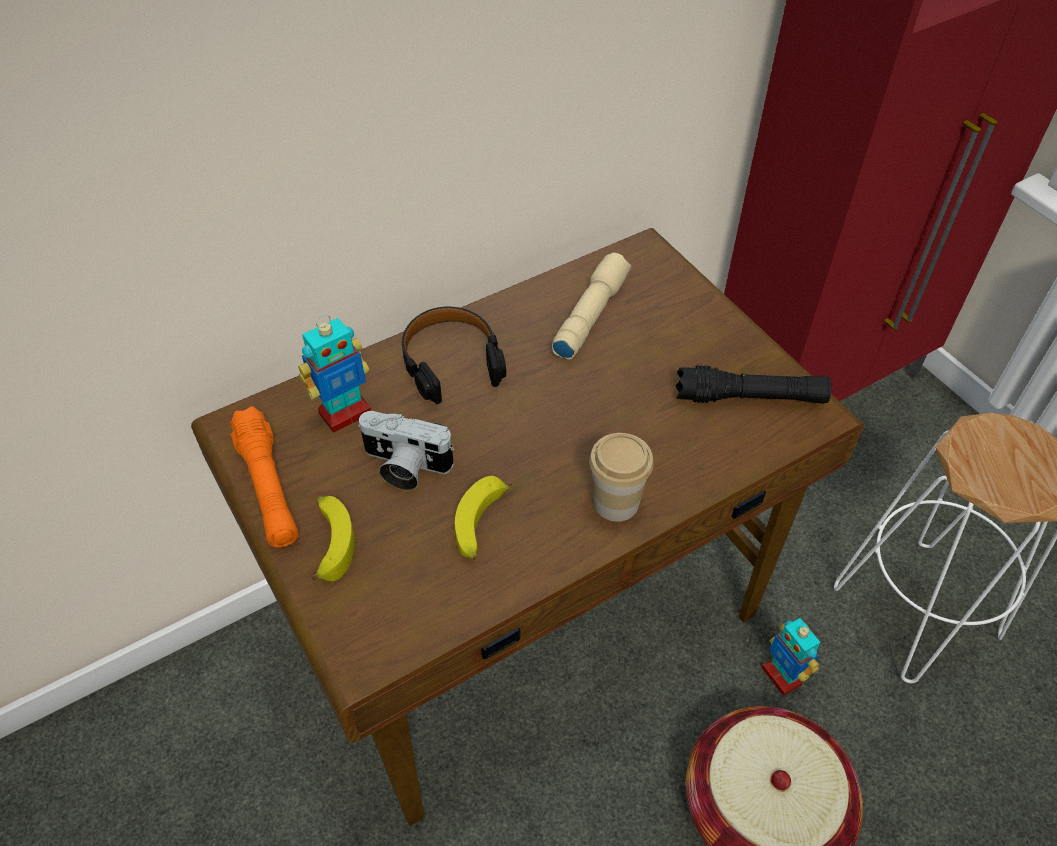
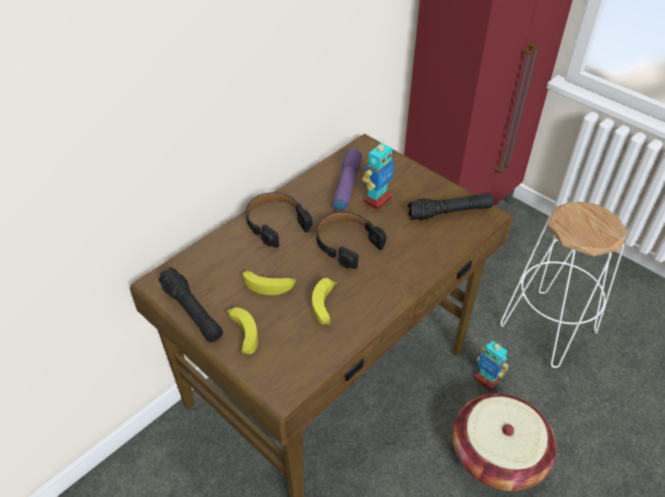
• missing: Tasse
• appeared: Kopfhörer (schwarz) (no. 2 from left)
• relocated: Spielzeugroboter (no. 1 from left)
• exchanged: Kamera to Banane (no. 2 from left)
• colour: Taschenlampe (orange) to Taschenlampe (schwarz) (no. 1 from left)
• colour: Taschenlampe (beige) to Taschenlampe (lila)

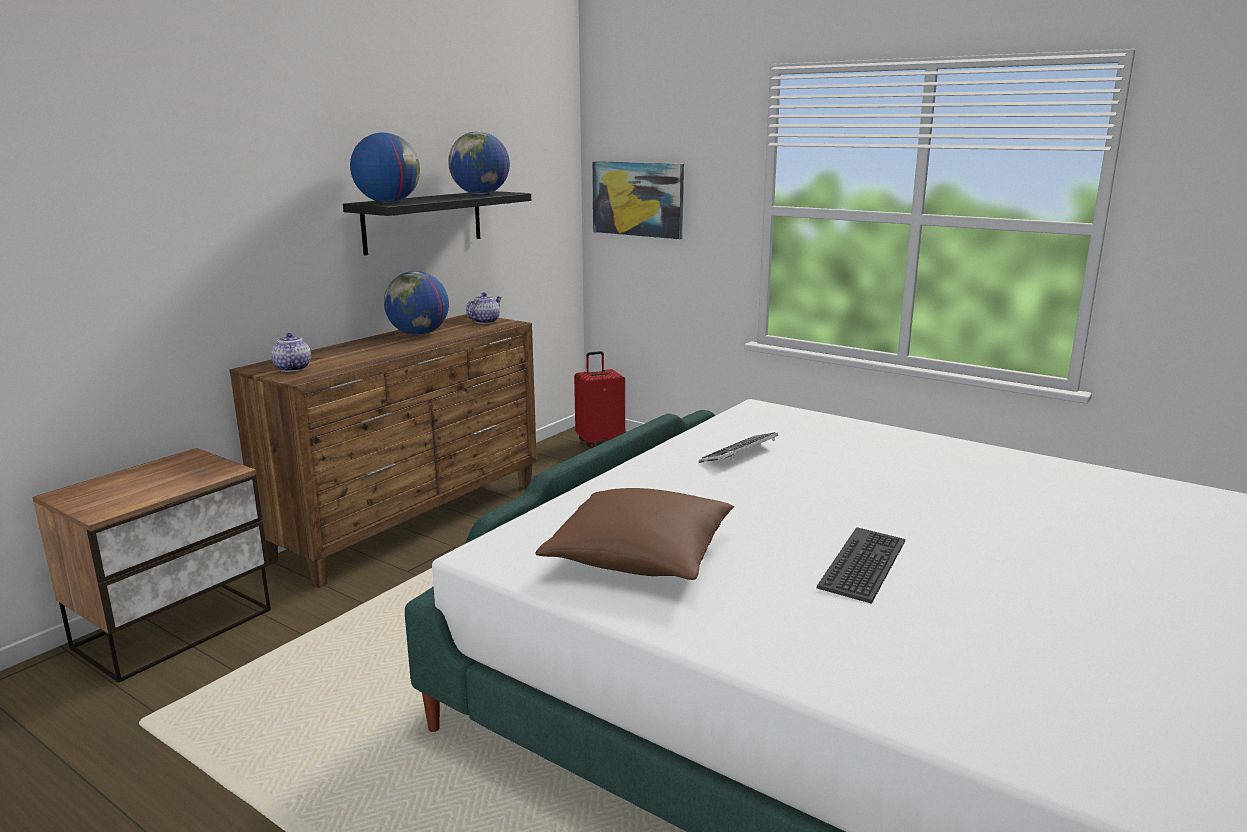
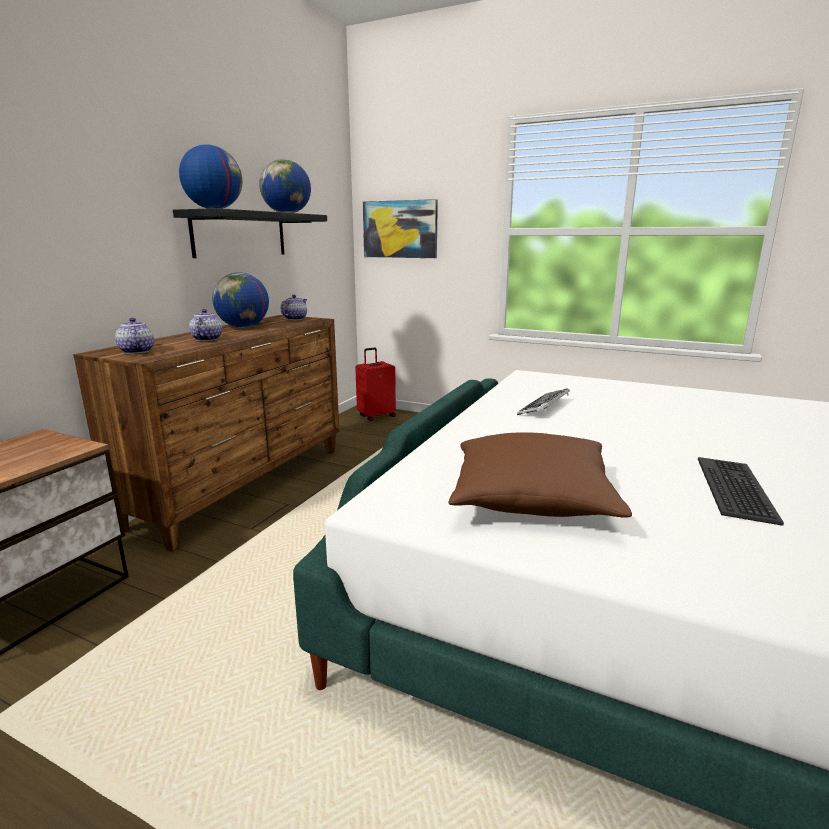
• appeared: Teekanne (no. 2 from left)

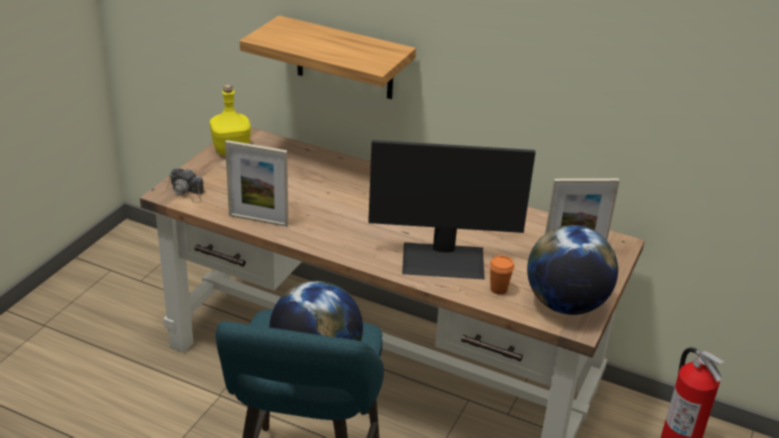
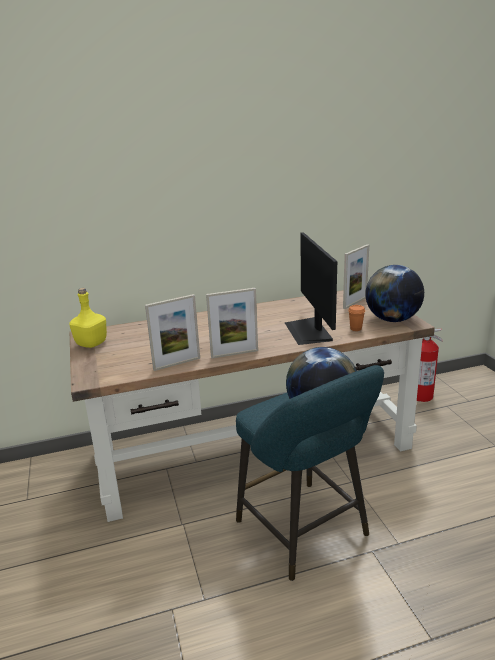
• missing: Kamera
• missing: Wandregal
• appeared: Bilderrahmen (no. 2 from left)
• spun: Monitor 120 degrees clockwise

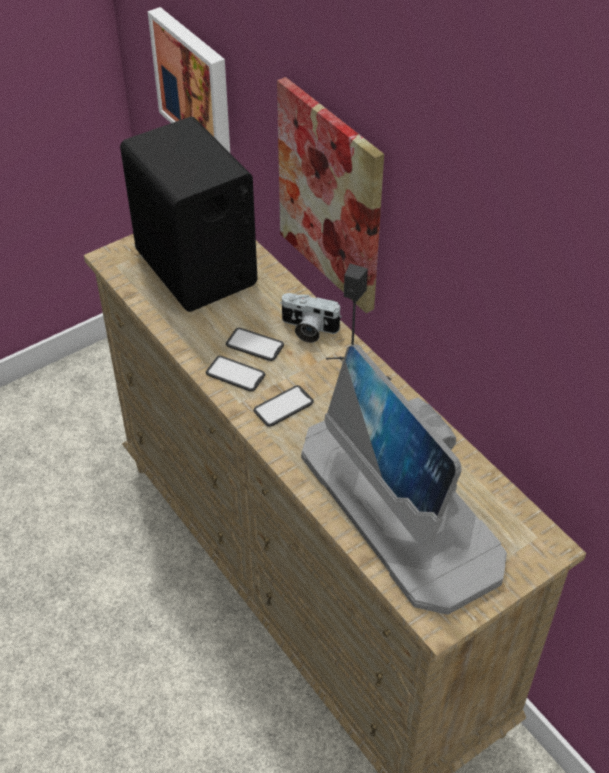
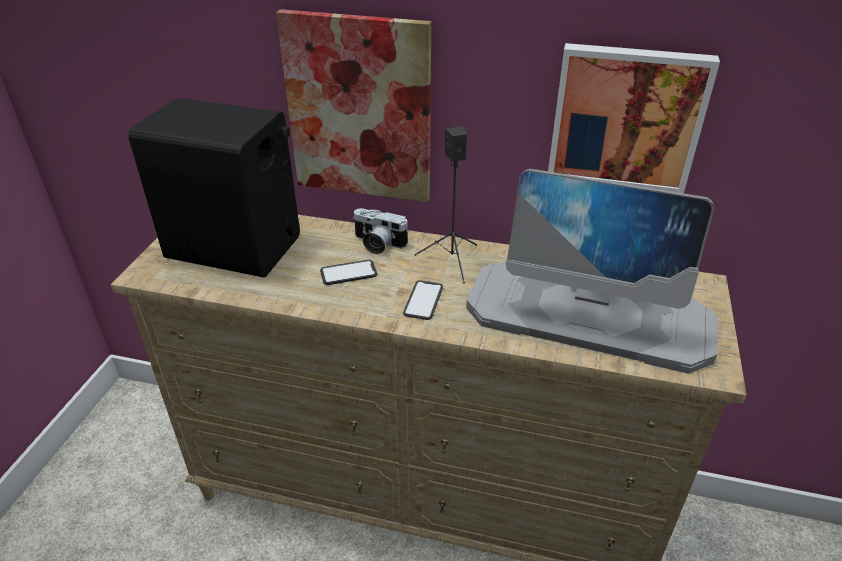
• missing: Handy (no. 1 from left)
• relocated: Bild (no. 1 from left in the first image) to Bild (no. 2 from left)
• spun: Kamera 45 degrees clockwise

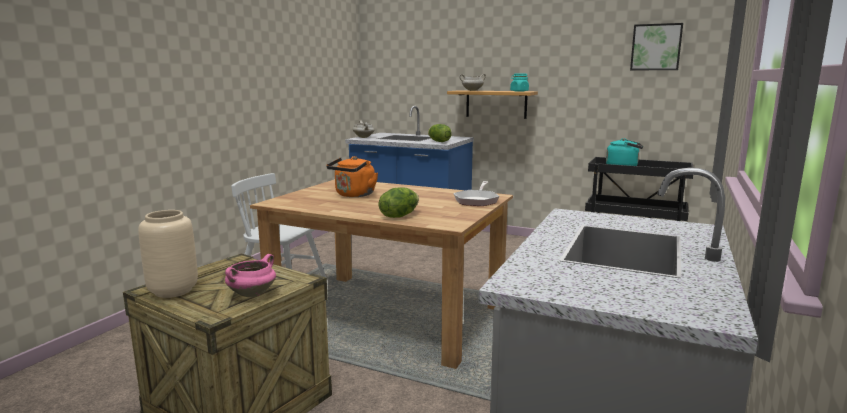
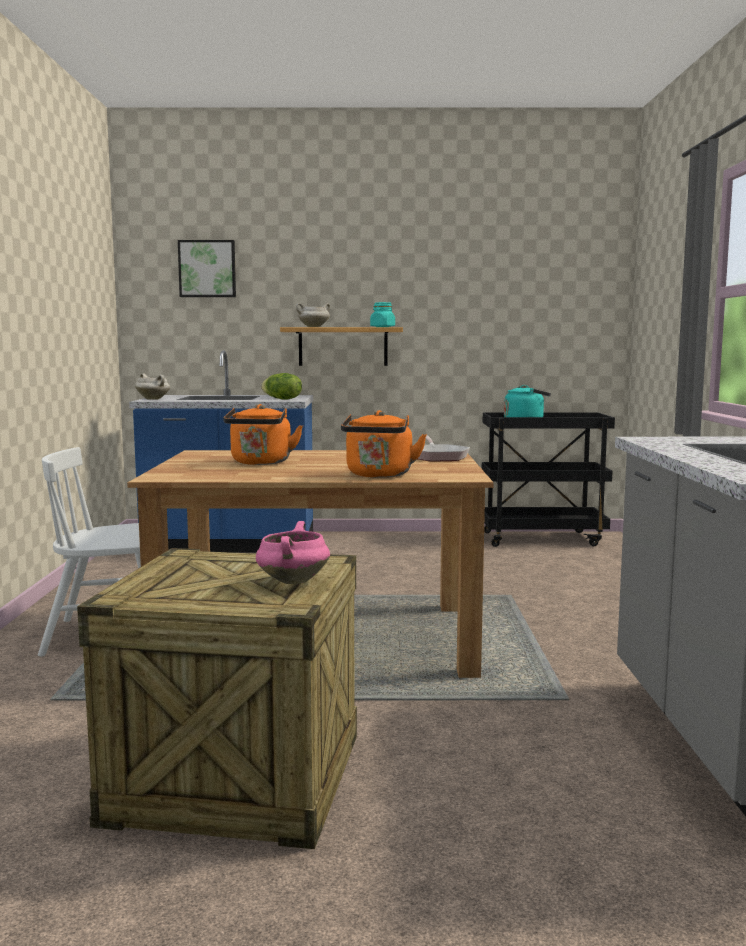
• missing: Vase (beige)
• relocated: Bild
• exchanged: Salatkopf (no. 1 from left) to Wasserkessel (orange) (no. 2 from left)

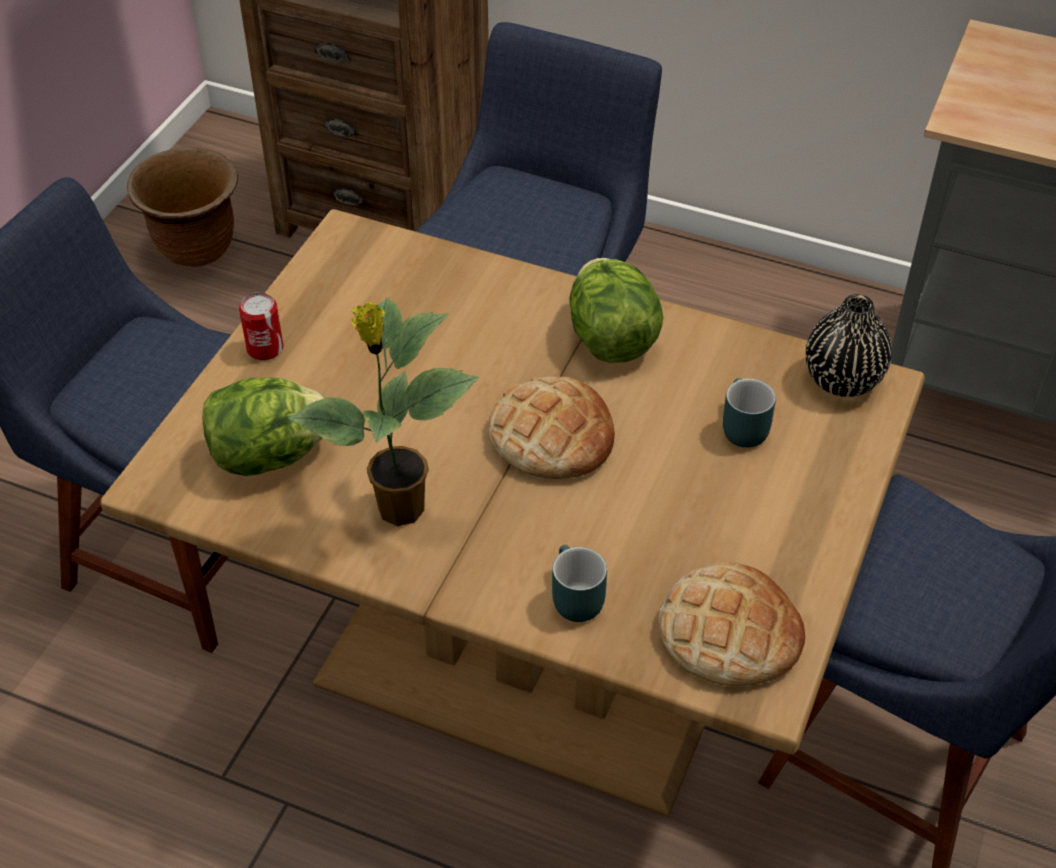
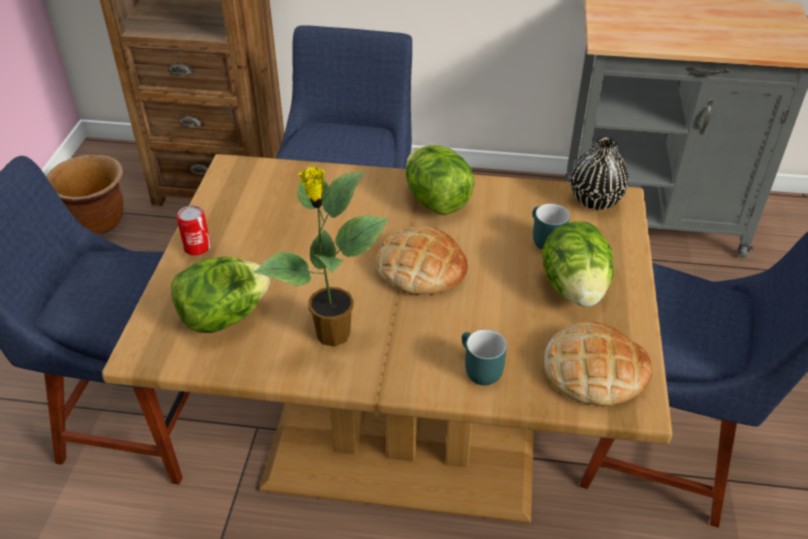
• appeared: Salatkopf (no. 3 from left)

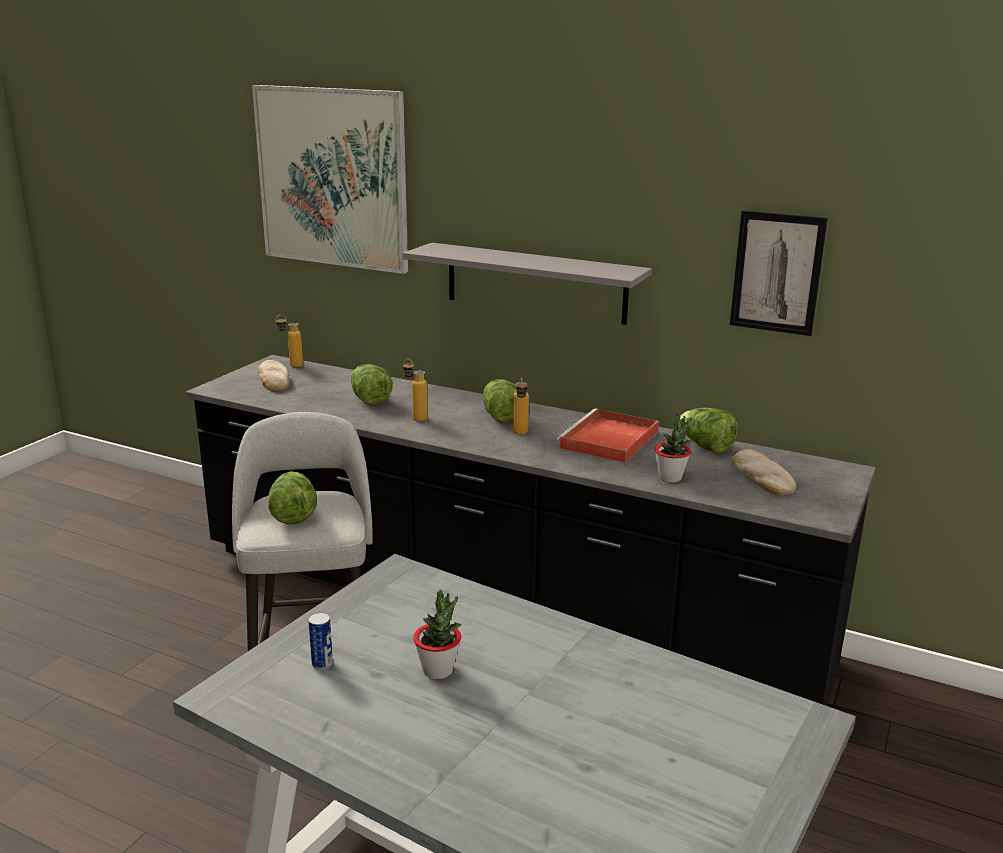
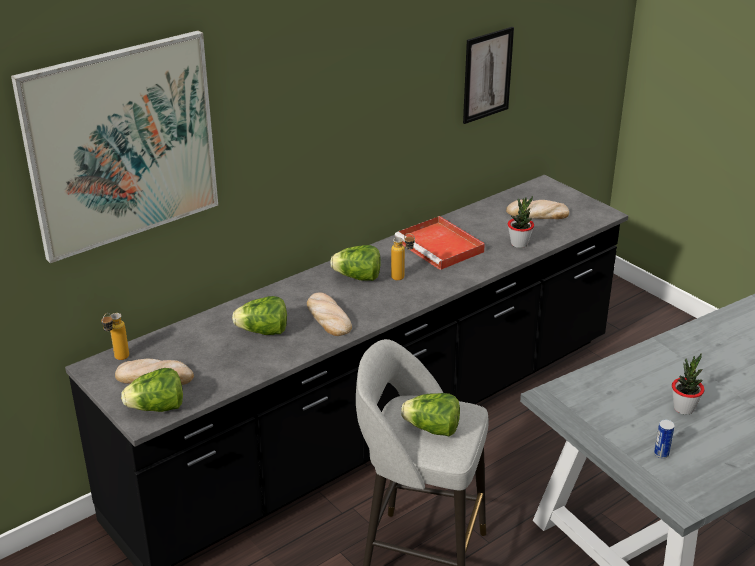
• missing: Wandregal (grau)
• relocated: Salatkopf (no. 4 from left in the first image) to Salatkopf (no. 1 from left)
• exchanged: Flasche (no. 2 from left) to Brot (no. 2 from left)

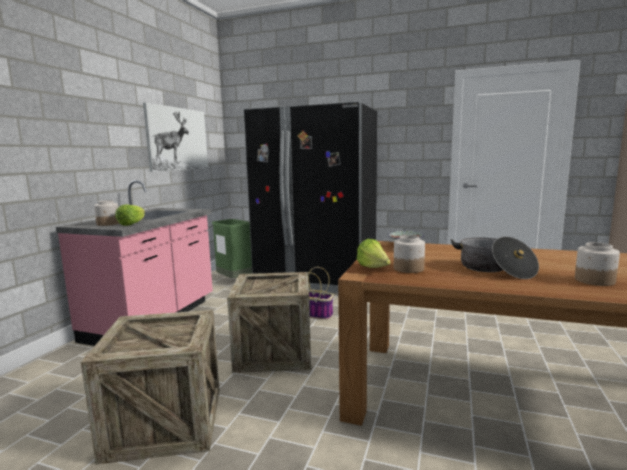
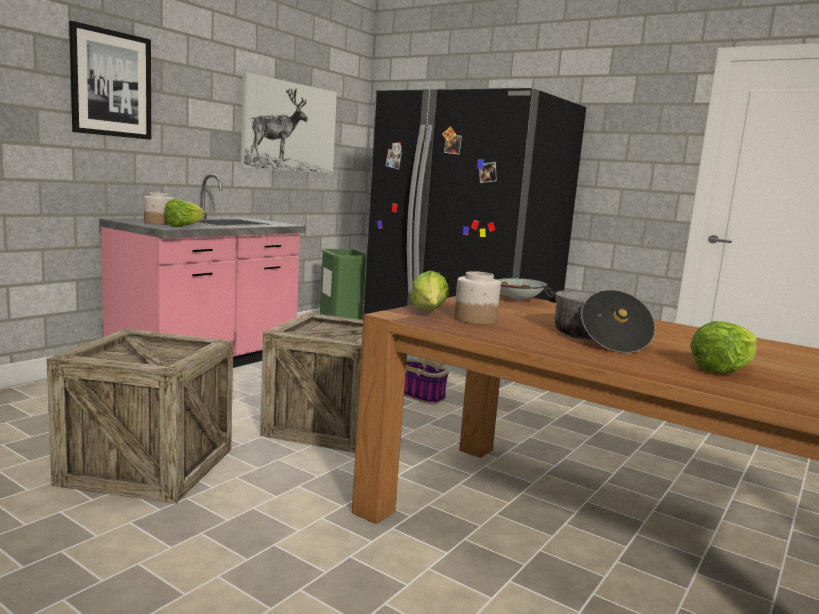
• appeared: Bild (no. 1 from left)
• exchanged: Vorratsglas (no. 3 from left) to Salatkopf (no. 3 from left)

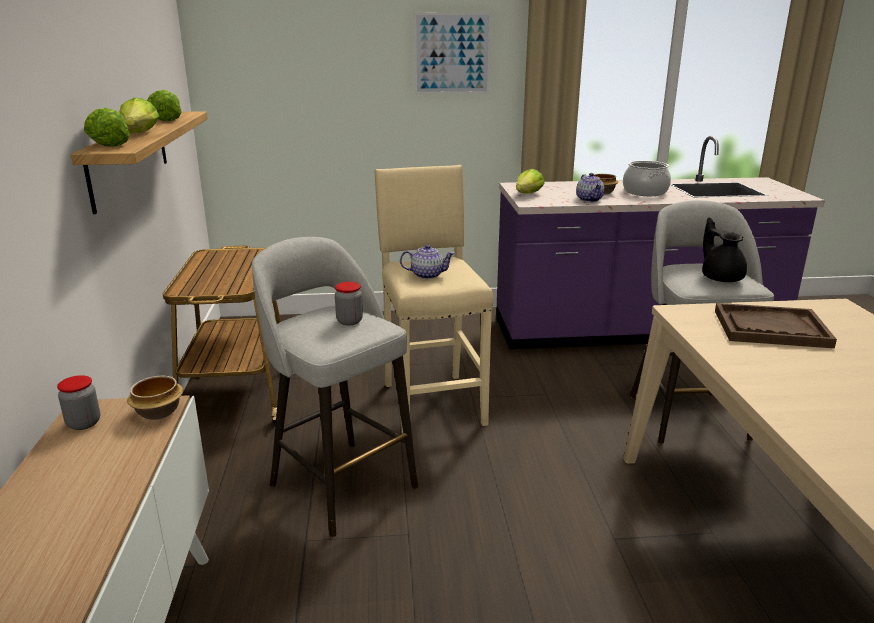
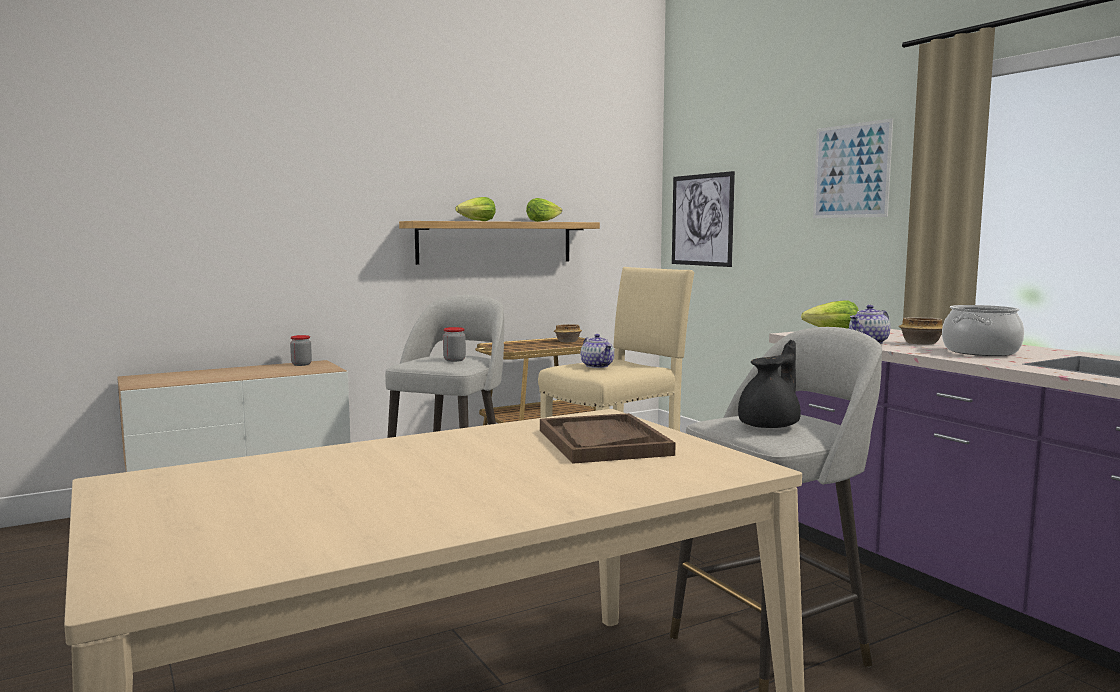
• missing: Salatkopf (no. 1 from left)
• appeared: Bild (no. 1 from left)
• relocated: Schüssel (no. 1 from left)

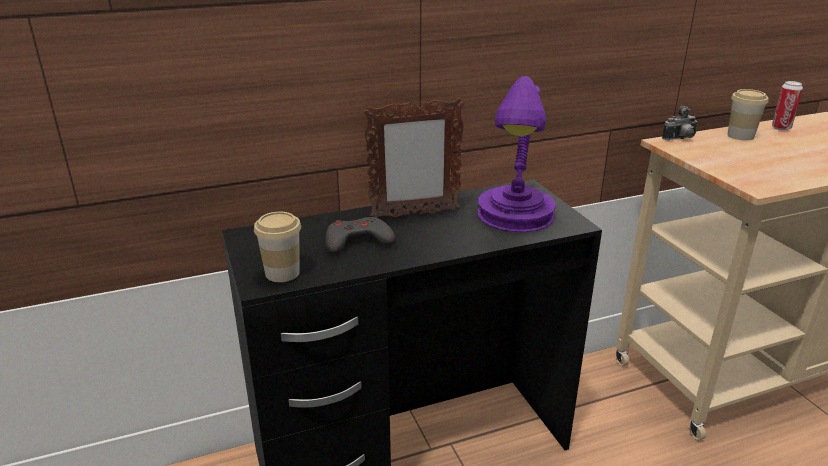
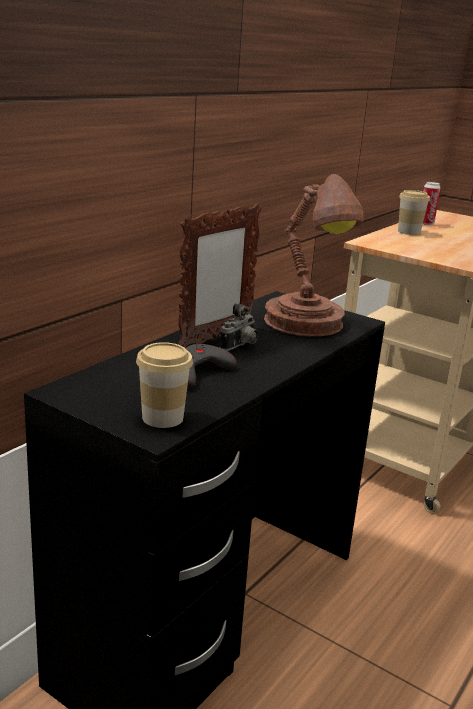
• relocated: Kamera
• colour: Tischlampe (lila) to Tischlampe (braun)

